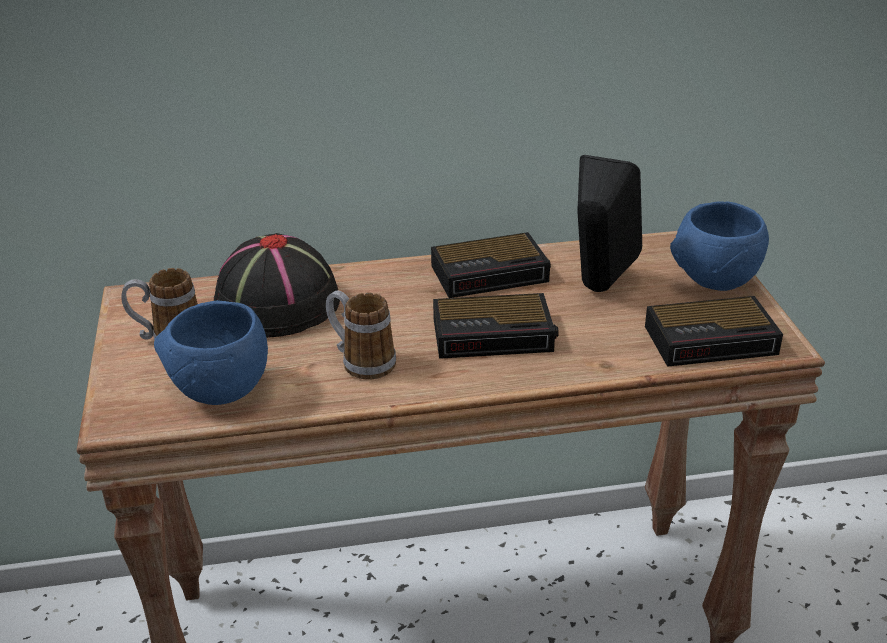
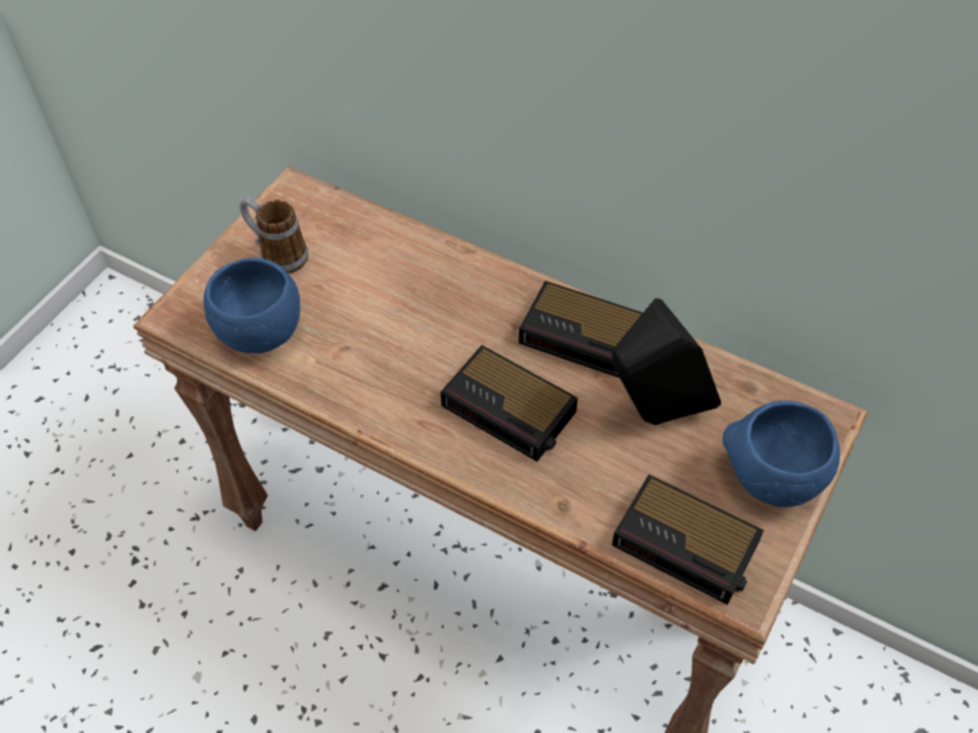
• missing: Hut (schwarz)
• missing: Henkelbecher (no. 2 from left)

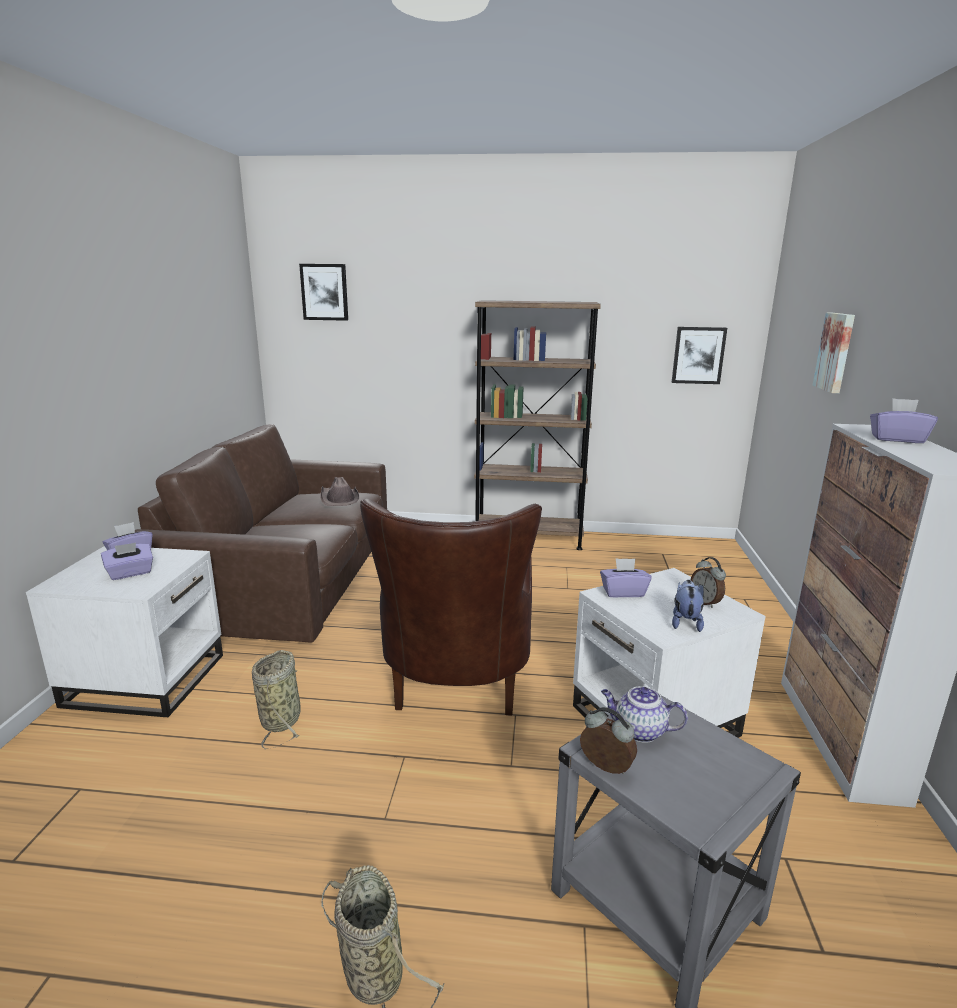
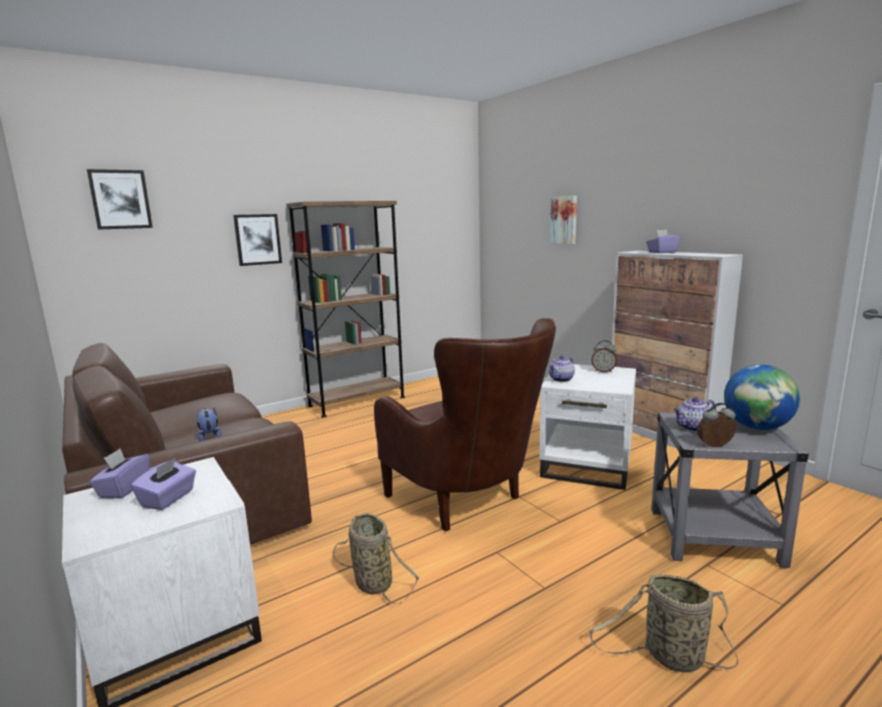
• missing: Hut (braun)
• appeared: Globus
• relocated: Bild (no. 2 from left)
• relocated: Plüschtier
• exchanged: Taschentuchbox (lila) (no. 3 from left) to Teekanne (no. 1 from left)

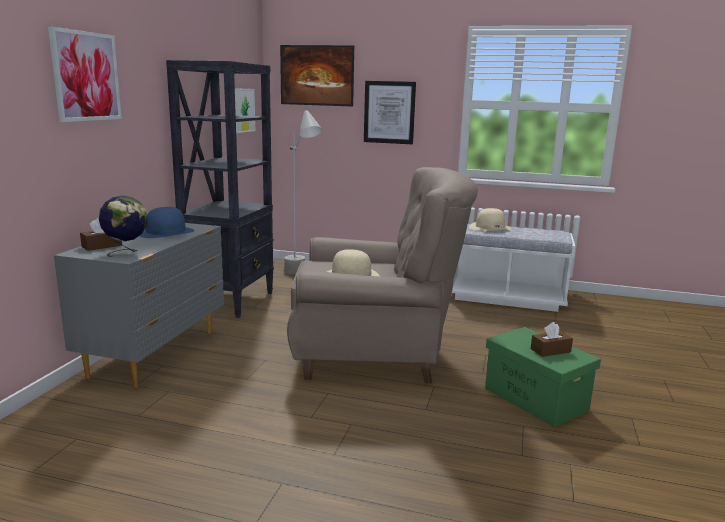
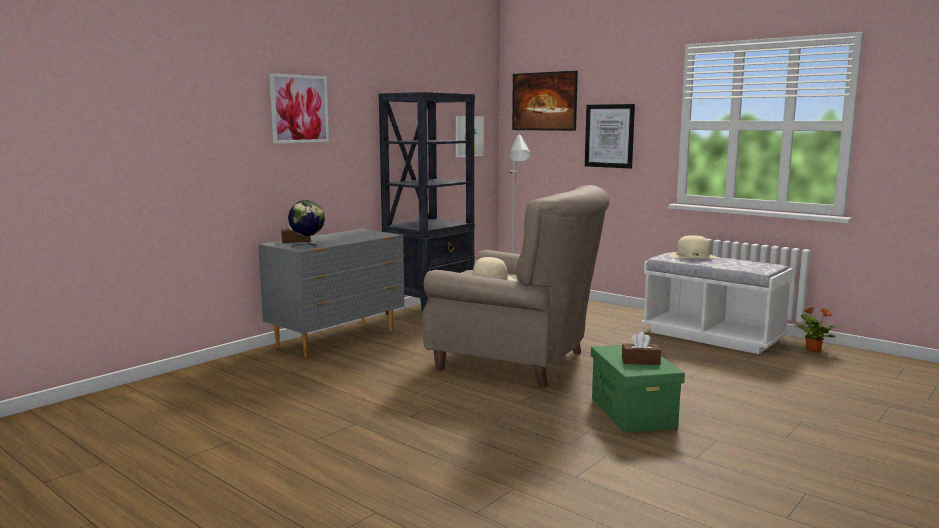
• missing: Hut (blau)
• appeared: Topfpflanze

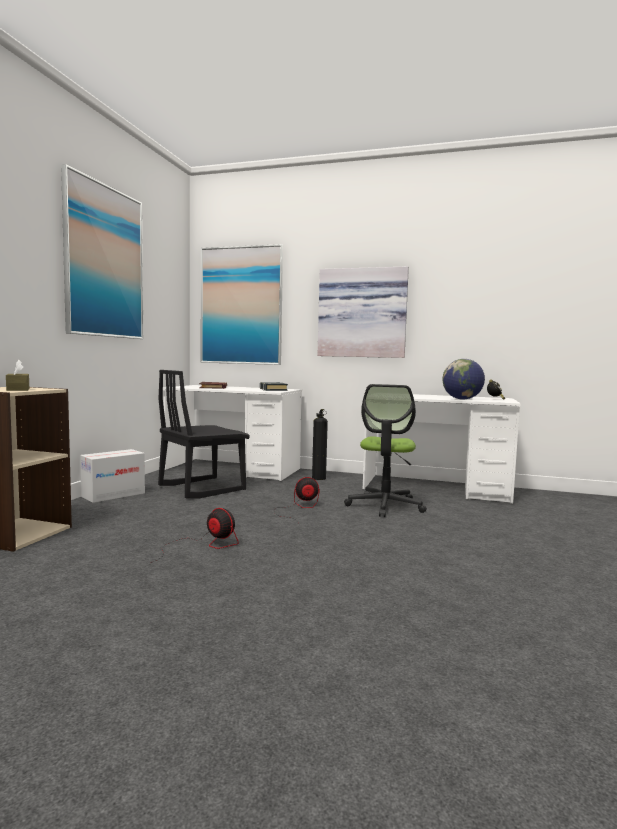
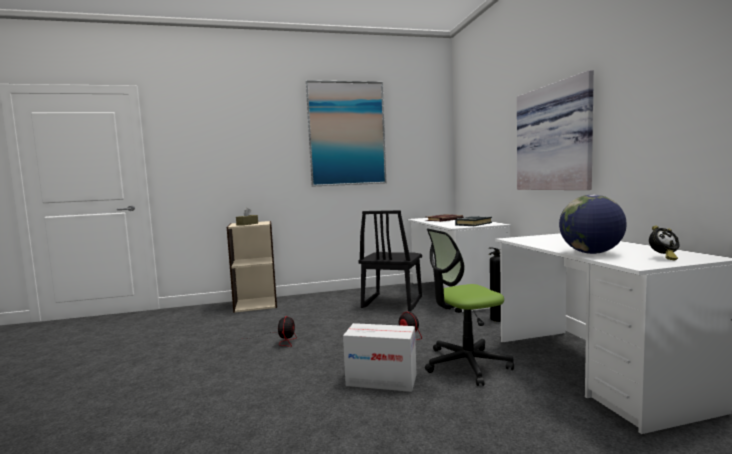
• missing: Bild (no. 2 from left)
• relocated: Karton
• spun: Stuhl (schwarz) 90 degrees counterclockwise

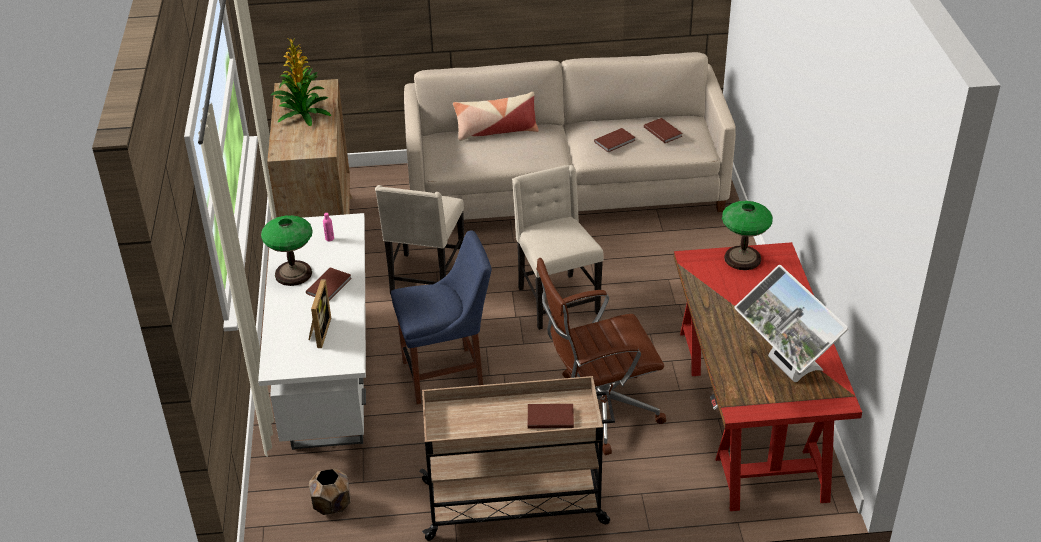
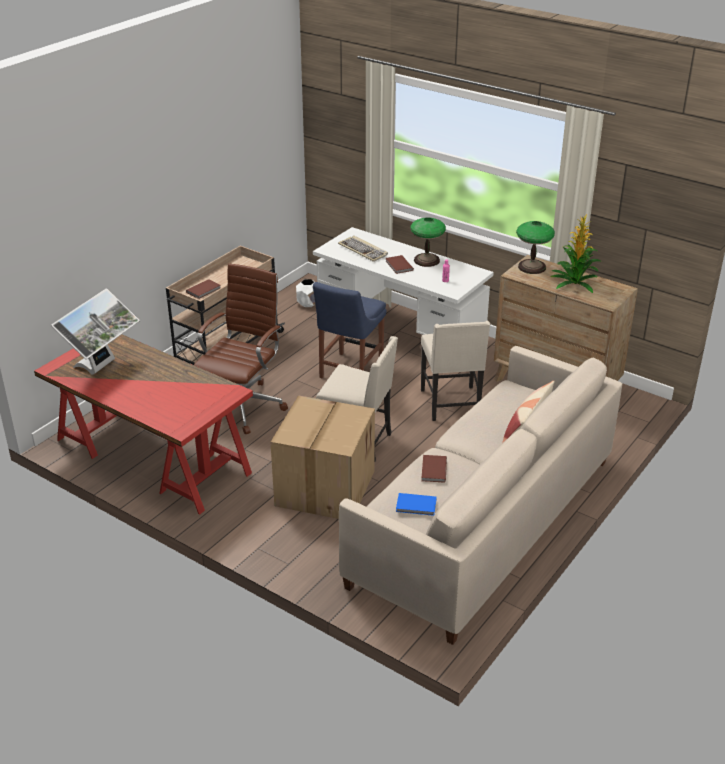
• appeared: Karton
• relocated: Tischlampe (no. 2 from left)
• exchanged: Bilderrahmen to Tastatur
• colour: Pflanzkübel (braun) to Pflanzkübel (weiß)
• colour: Buch (braun) (no. 4 from left) to Buch (blau)
• spun: Stuhl (beige) (no. 1 from left in the first image) 150 degrees counterclockwise
• spun: Monitor 105 degrees clockwise

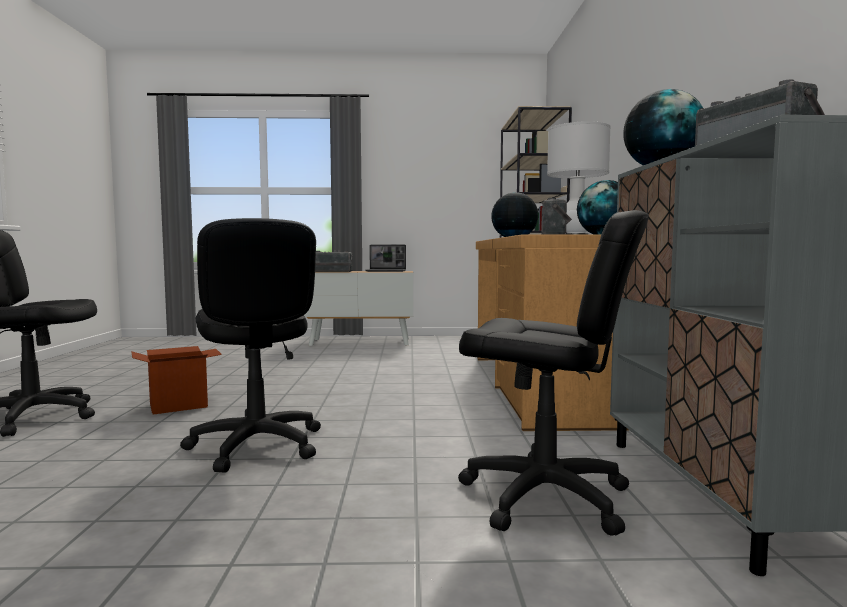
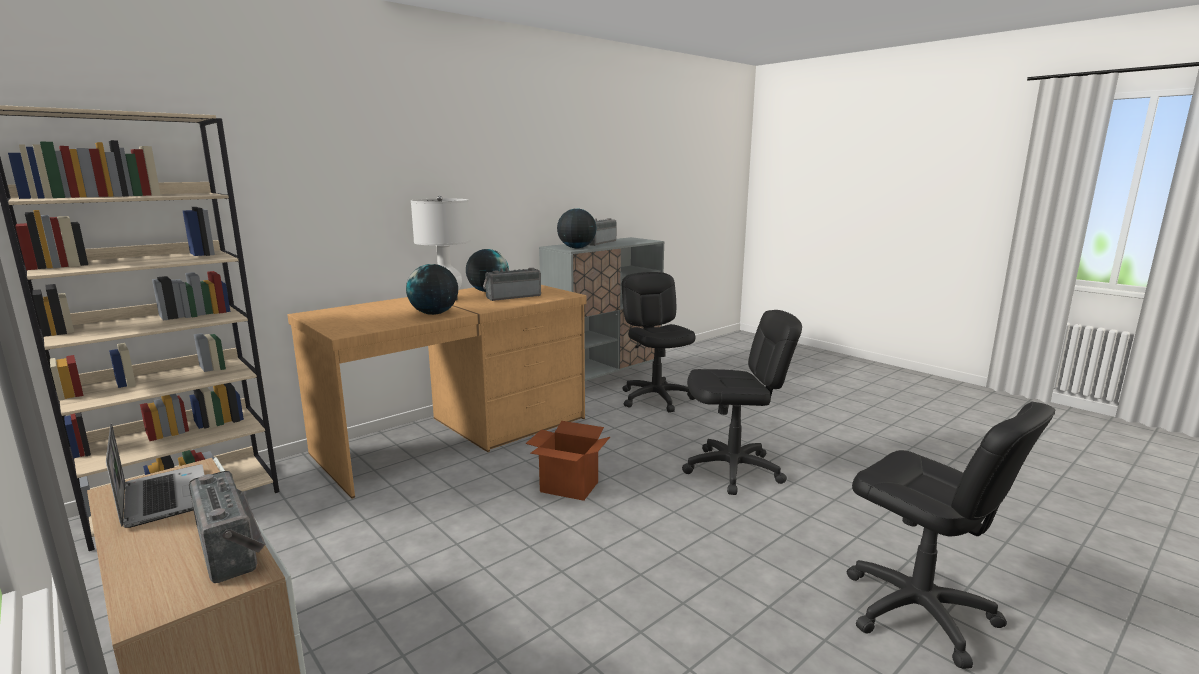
• relocated: Karton
• spun: Bürostuhl (schwarz) (no. 2 from left) 60 degrees clockwise

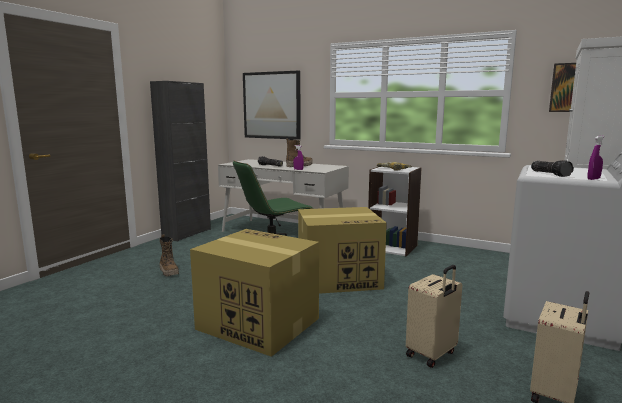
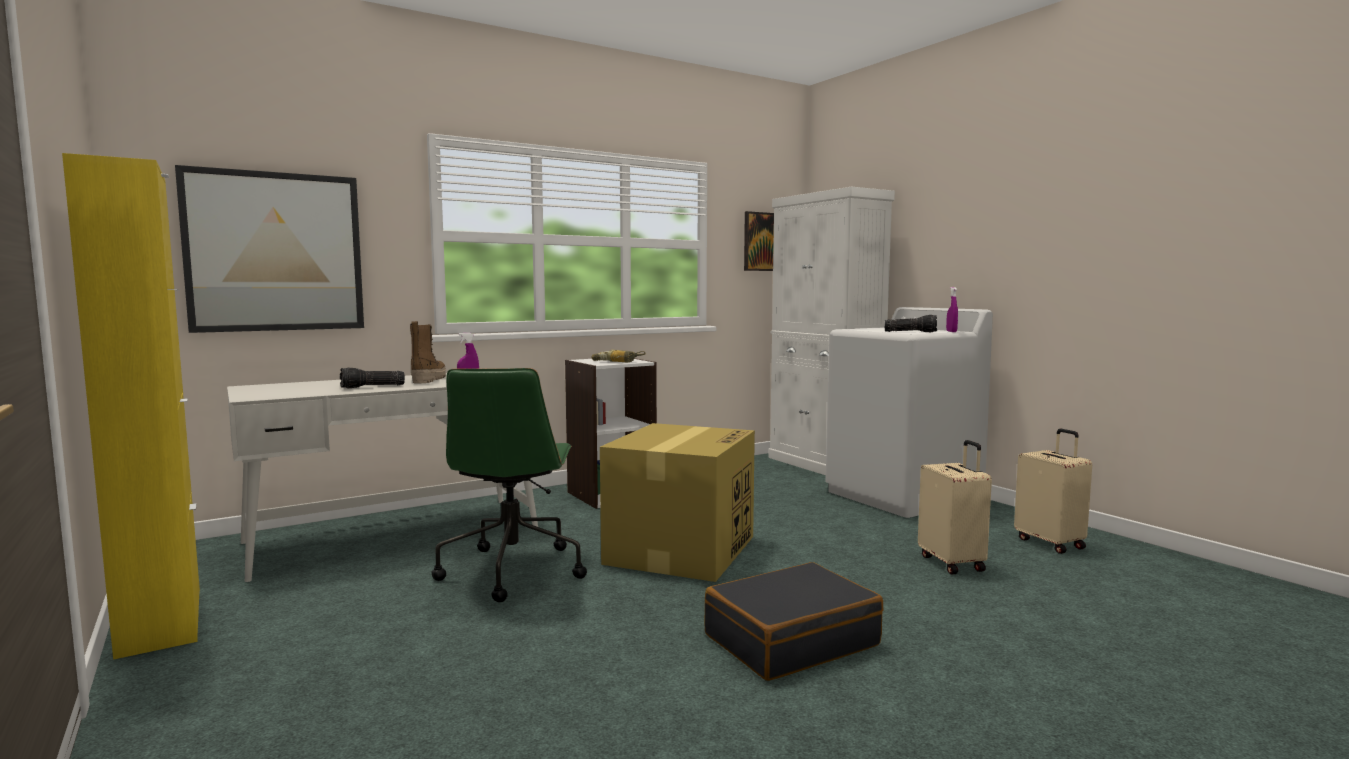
• missing: Stiefel (no. 1 from left)
• exchanged: Karton (no. 1 from left) to Koffer (schwarz)
• colour: Schrank (schwarz) to Schrank (gelb)

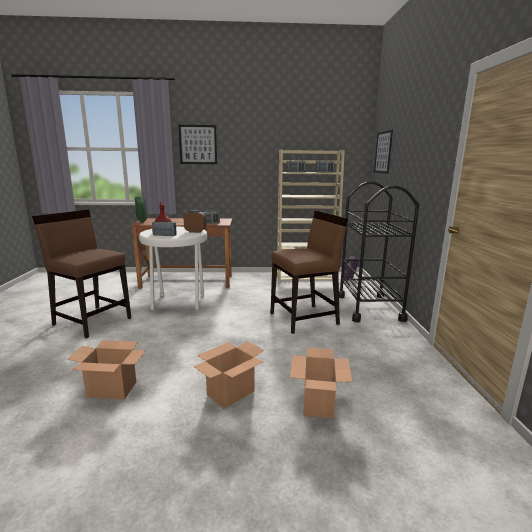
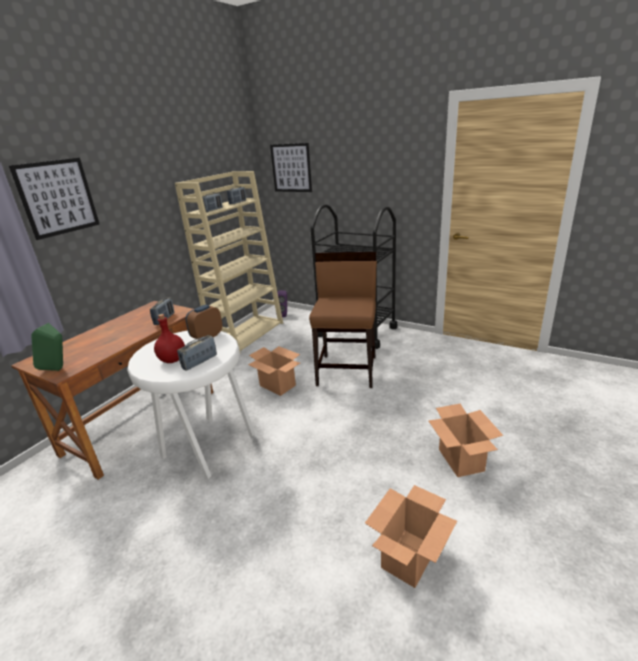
• missing: Stuhl (braun) (no. 1 from left)
• relocated: Karton (no. 3 from left in the first image) to Karton (no. 1 from left)

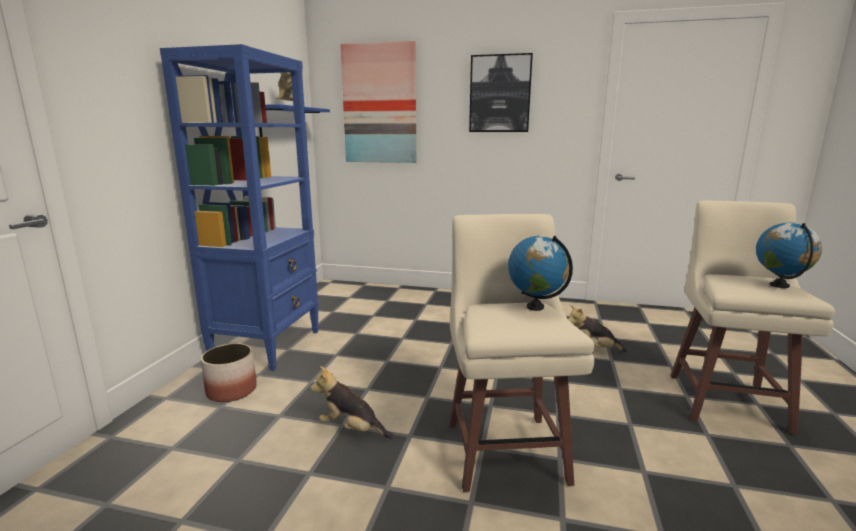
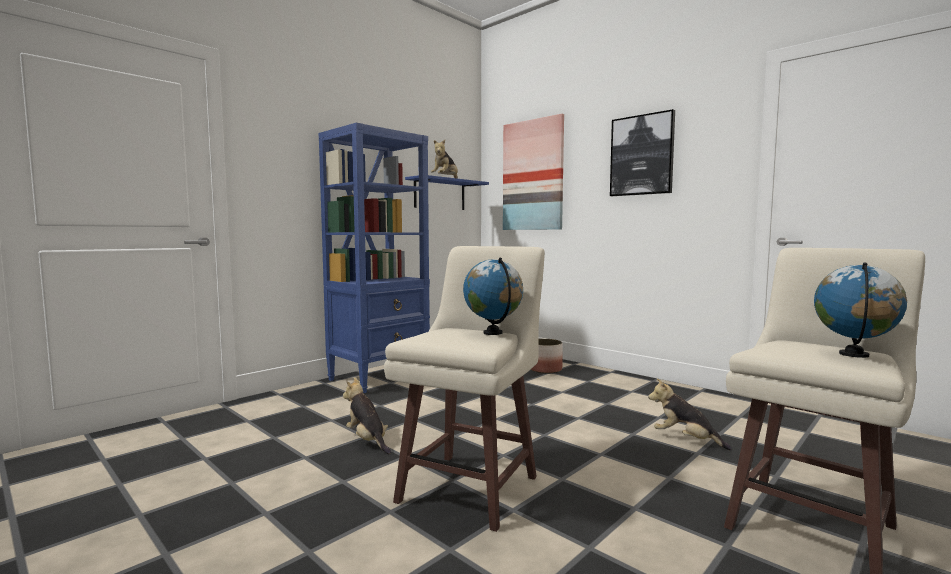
• relocated: Pflanzkübel

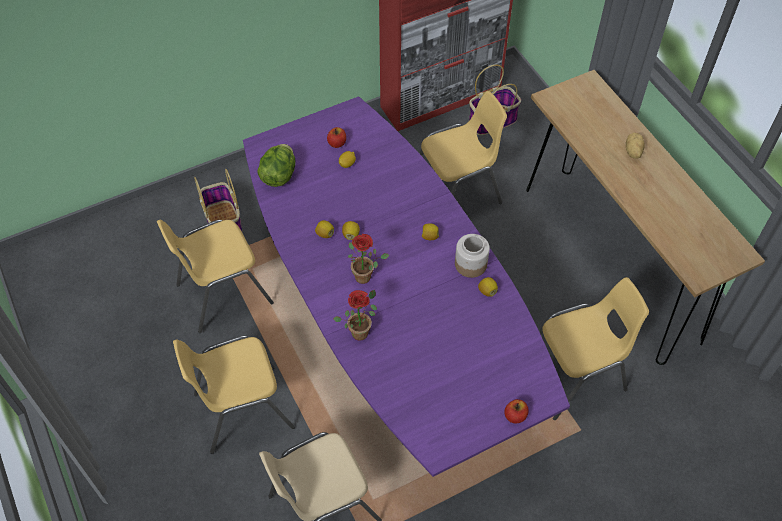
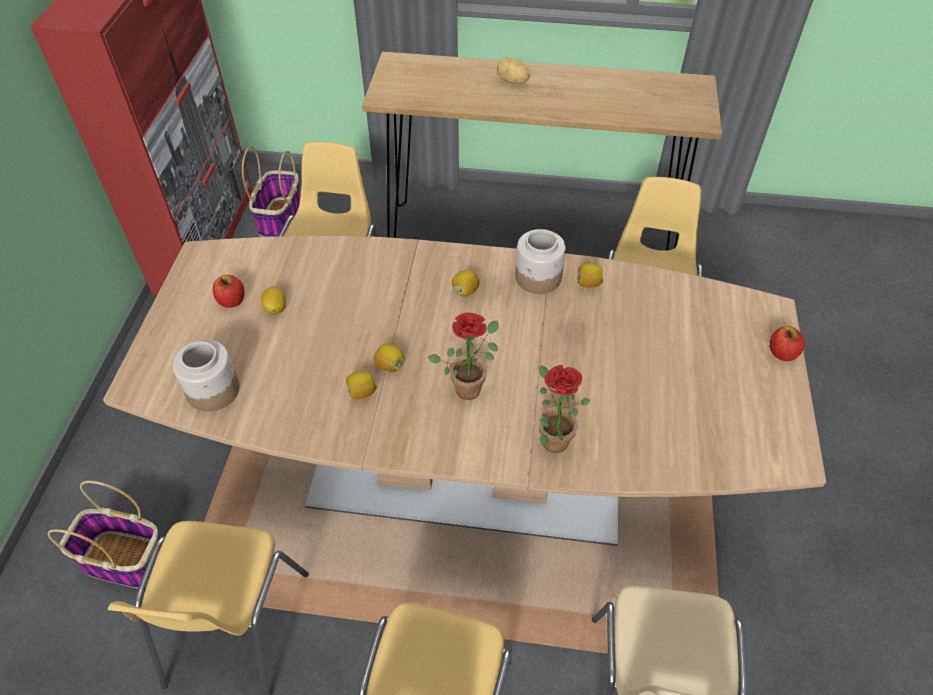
• exchanged: Salatkopf to Vorratsglas (no. 1 from left)
• colour: Esstisch (lila) to Esstisch (braun)

